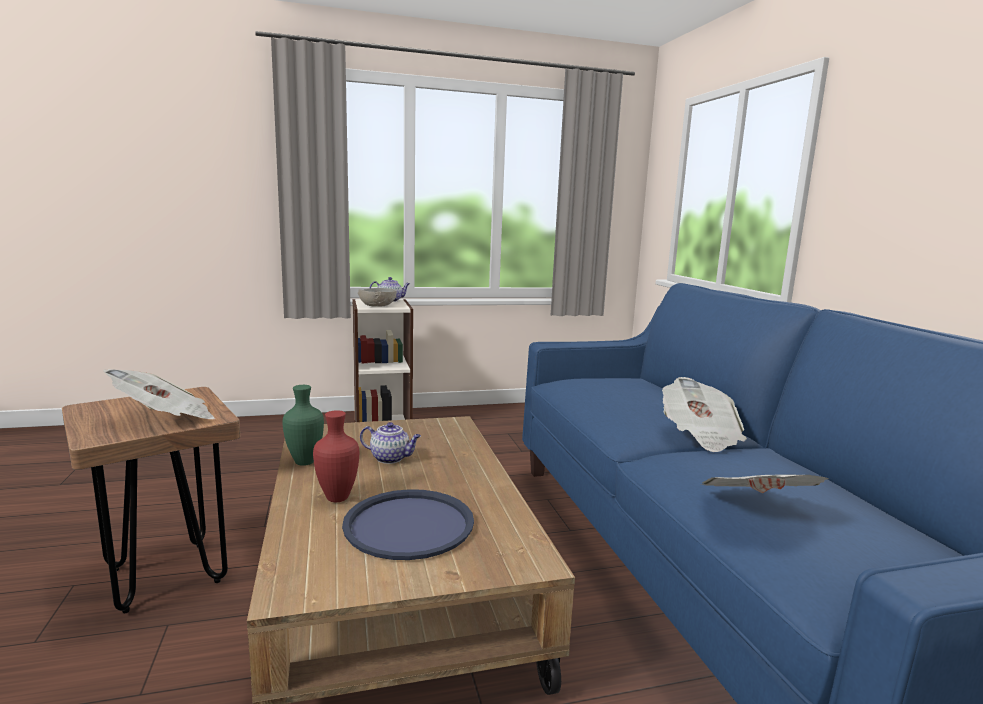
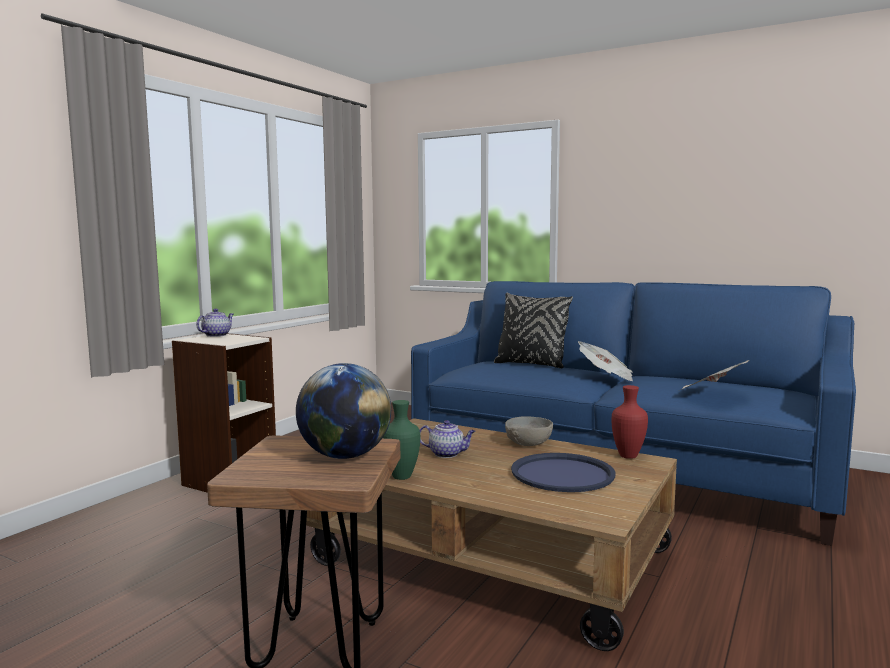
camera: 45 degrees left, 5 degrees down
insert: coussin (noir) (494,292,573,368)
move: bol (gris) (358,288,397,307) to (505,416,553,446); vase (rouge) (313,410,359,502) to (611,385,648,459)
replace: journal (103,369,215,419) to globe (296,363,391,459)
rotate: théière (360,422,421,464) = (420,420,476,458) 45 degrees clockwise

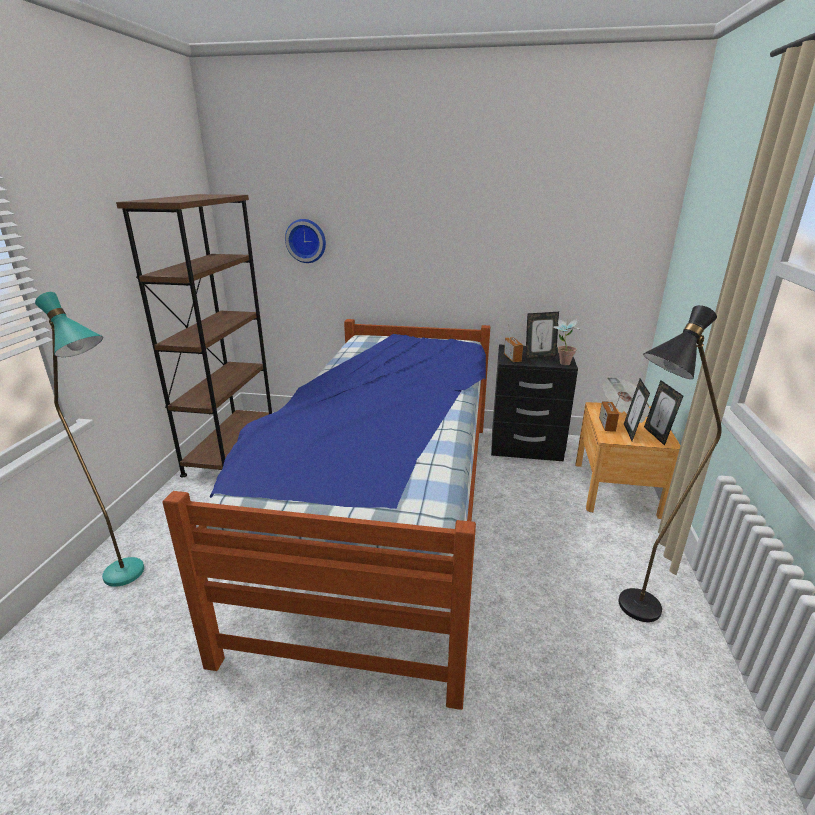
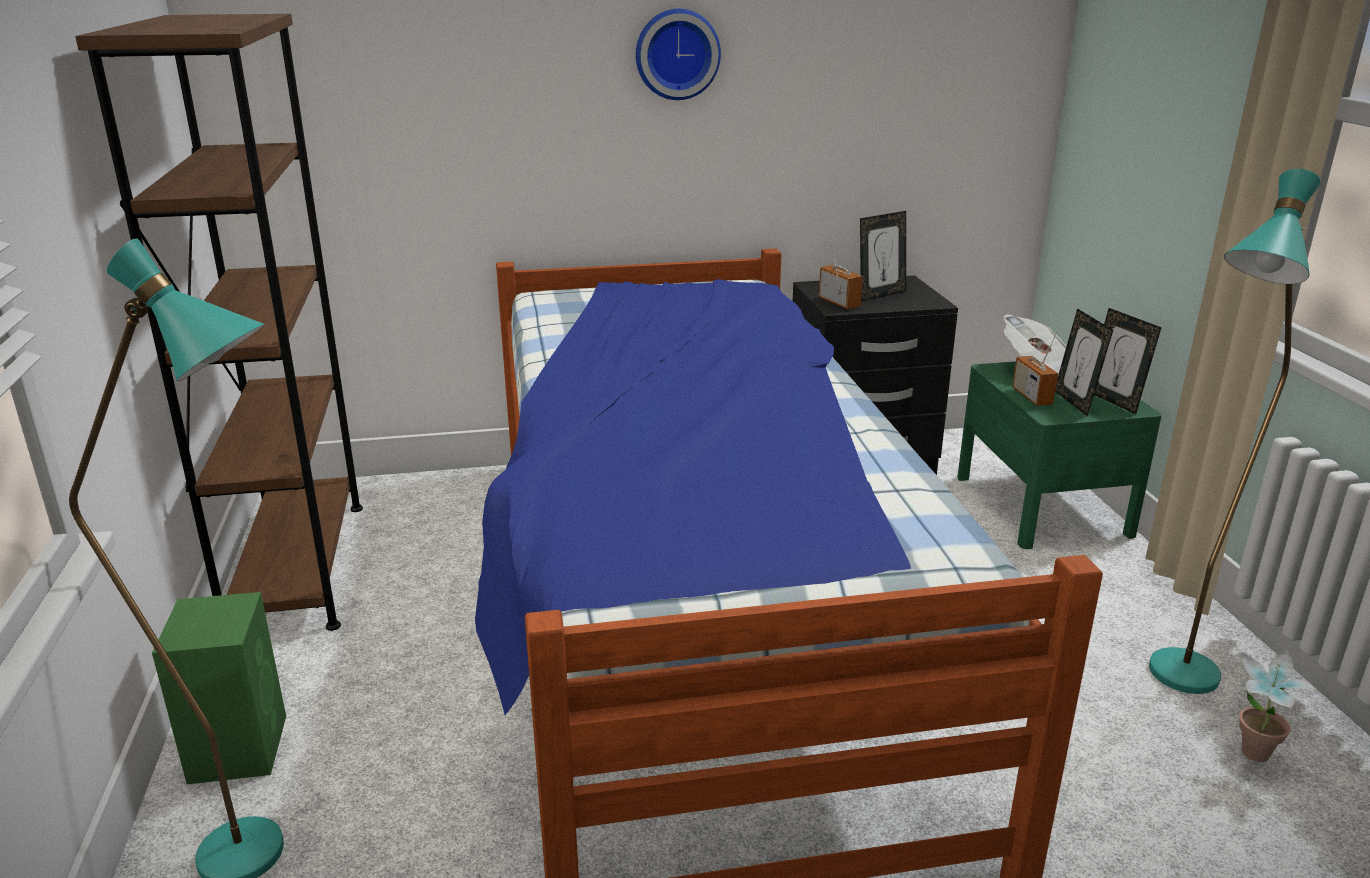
camera: 20 degrees left, 0 degrees up
insert: enceinte (vert) (152,592,286,784)
move: horloge murale (285,219,326,263) to (636,9,721,100); plante en pot (552,318,580,365) to (1239,648,1320,762)
recolor: lampadaire (noir) (619,305,722,622) to lampadaire (turquoise) (1149,169,1320,694); table de chevet (marron) (575,402,681,519) to table de chevet (vert) (957,361,1162,549)

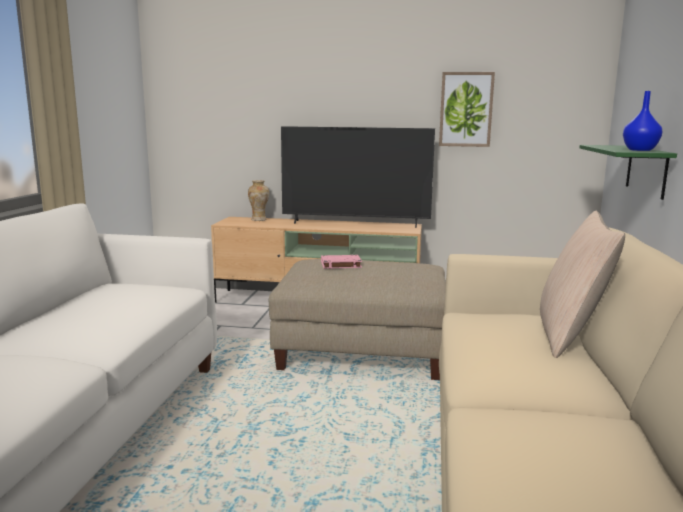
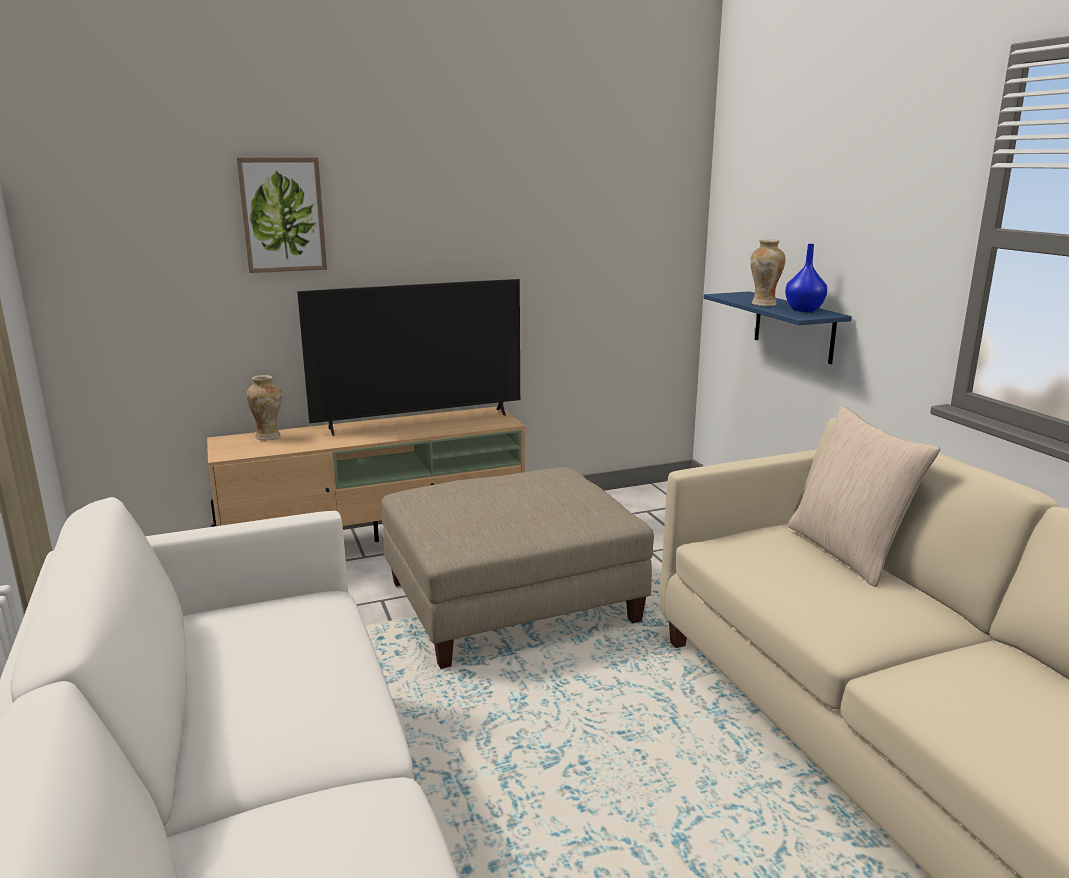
camera: 30 degrees left, 5 degrees up
delete: livre (rose) (321,255,362,269)
insert: vase (750,240,786,306)
move: tableau (439,72,495,147) to (236,158,327,273)
recolor: étagère (vert) (580,145,677,200) to étagère (bleu) (704,291,852,364)

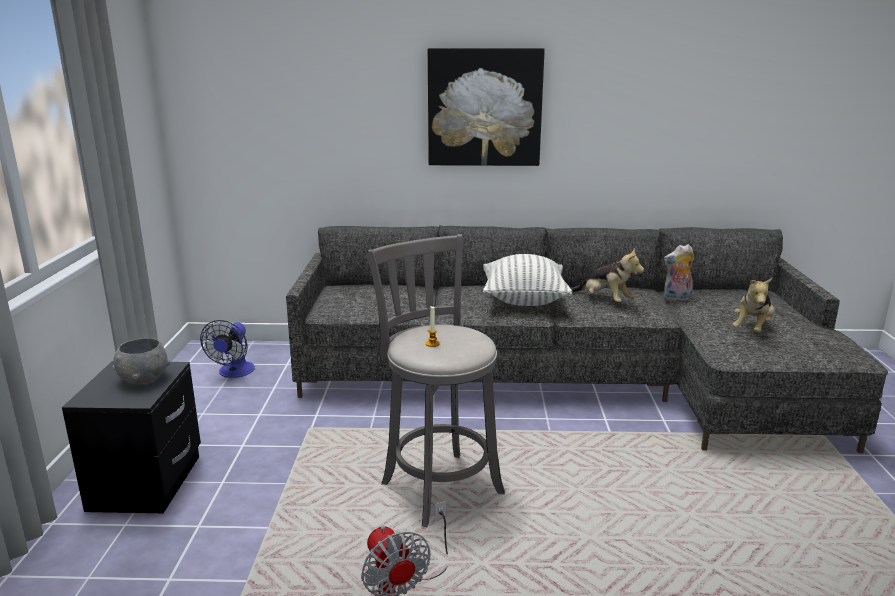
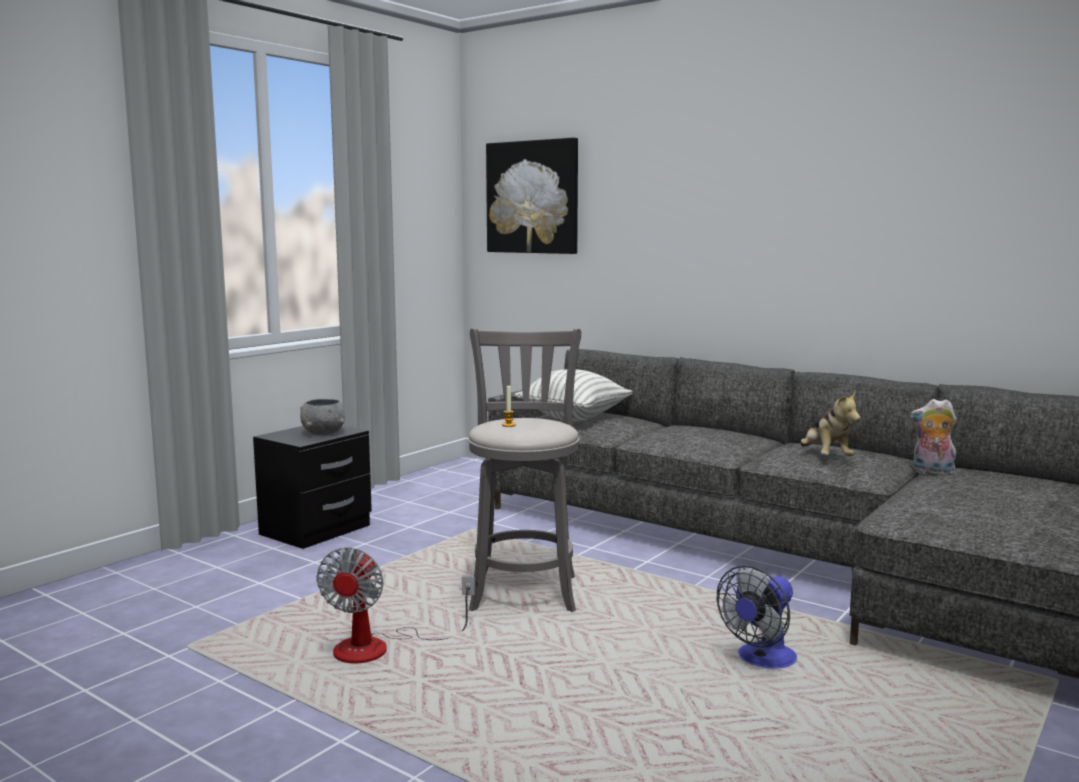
camera: 35 degrees right, 10 degrees down
delete: peluche (733,278,774,333)
move: tableau (428,48,545,166) to (486,138,578,254); coussin (483,254,572,306) to (514,369,633,421); ventilateur (200,320,255,378) to (717,565,797,669)

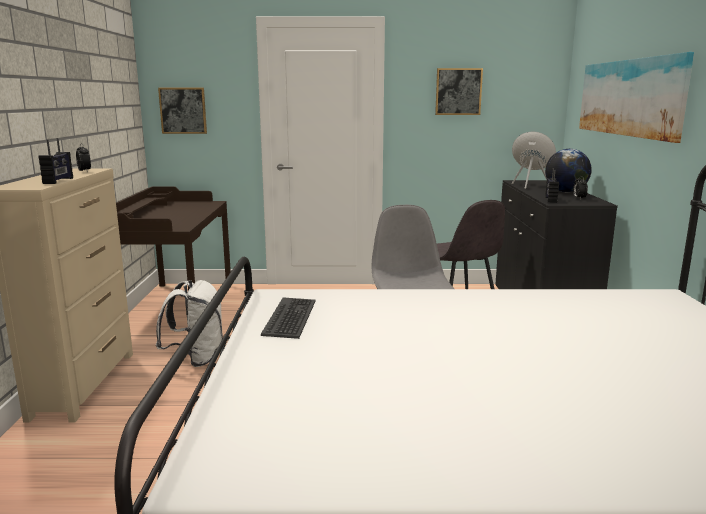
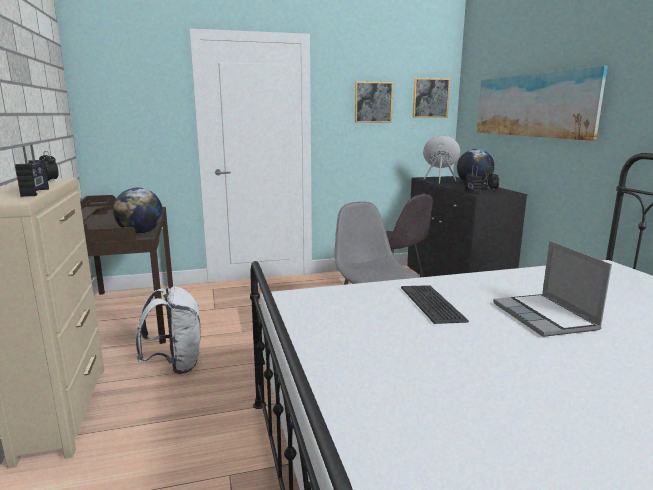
camera: 15 degrees left, 0 degrees up
insert: globe (113,187,163,234); ordinateur portable (493,241,612,337)
move: tableau (158,88,207,134) to (412,78,450,118); clavier (261,298,315,339) to (401,285,469,324)

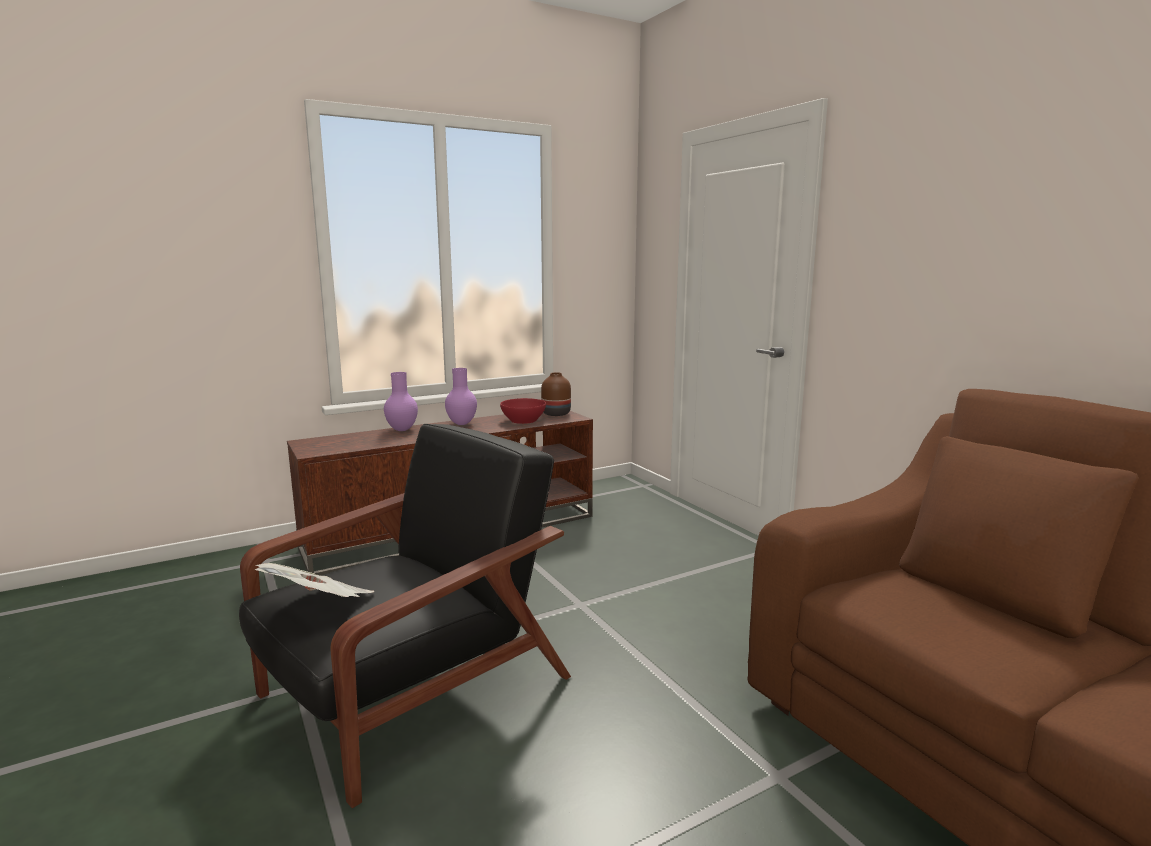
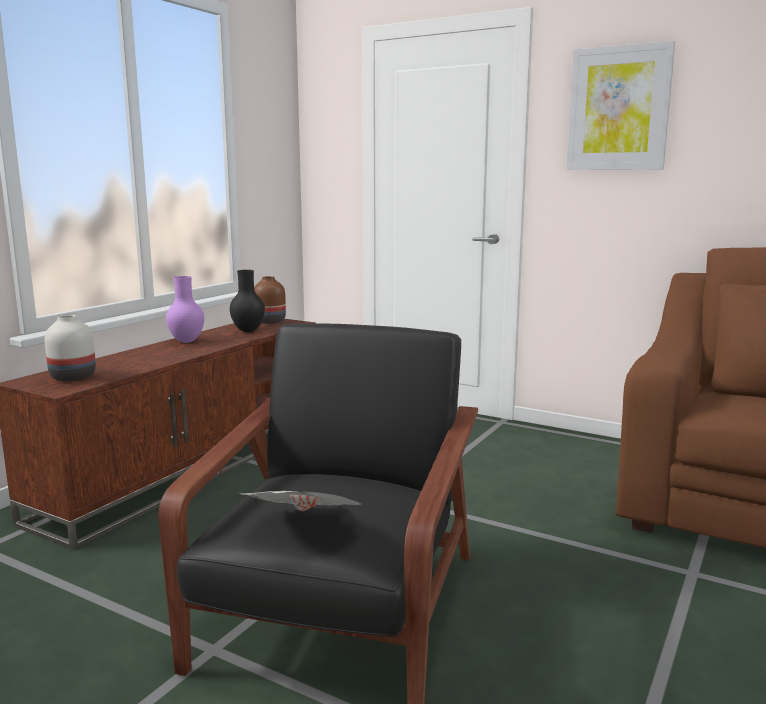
camera: 30 degrees left, 0 degrees up
delete: vase (violet) (384,372,418,431)
insert: tableau (566,41,675,170); vase (blanc) (45,315,96,381)
replace: bol (rouge) (500,398,546,424) to vase (noir) (230,270,265,332)

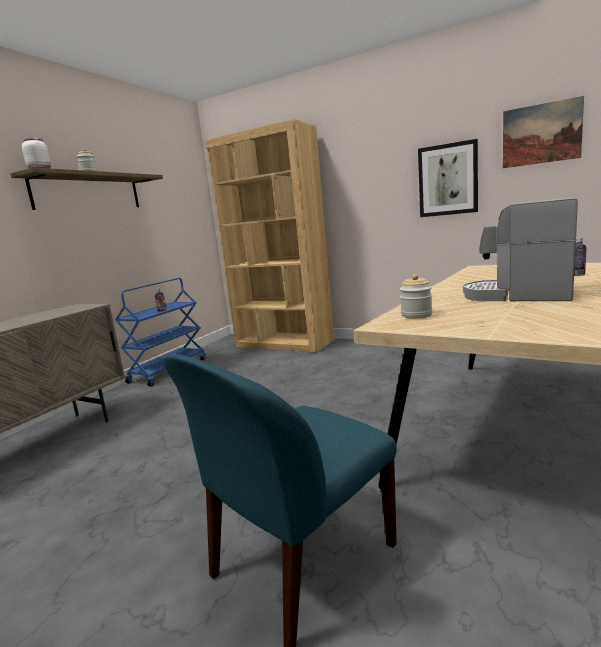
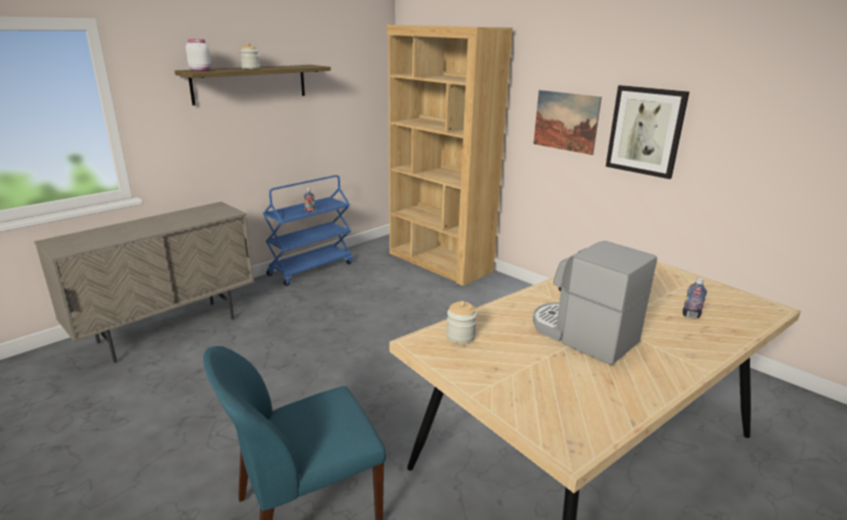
camera: 15 degrees right, 10 degrees up
move: tableau (503,96,584,168) to (533,90,602,155)

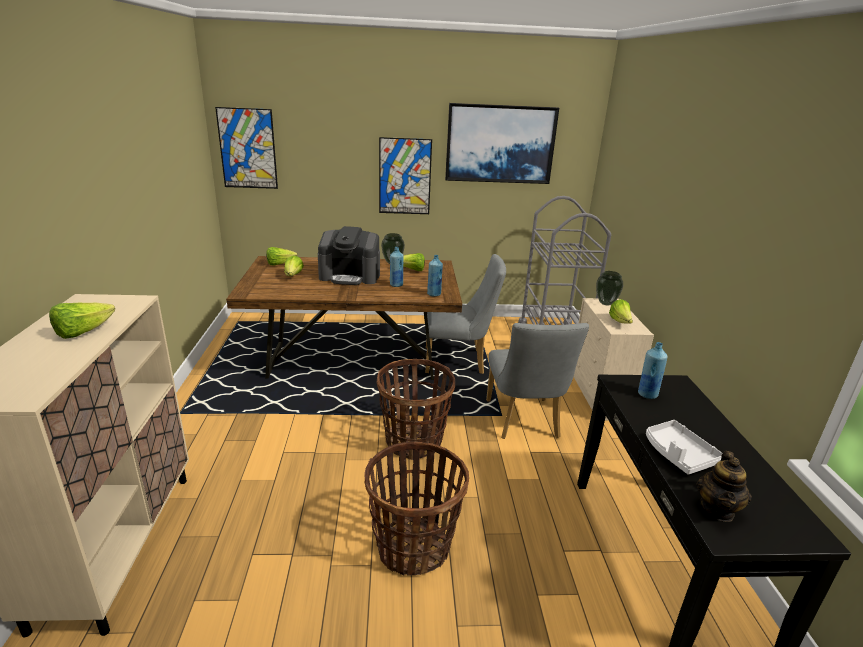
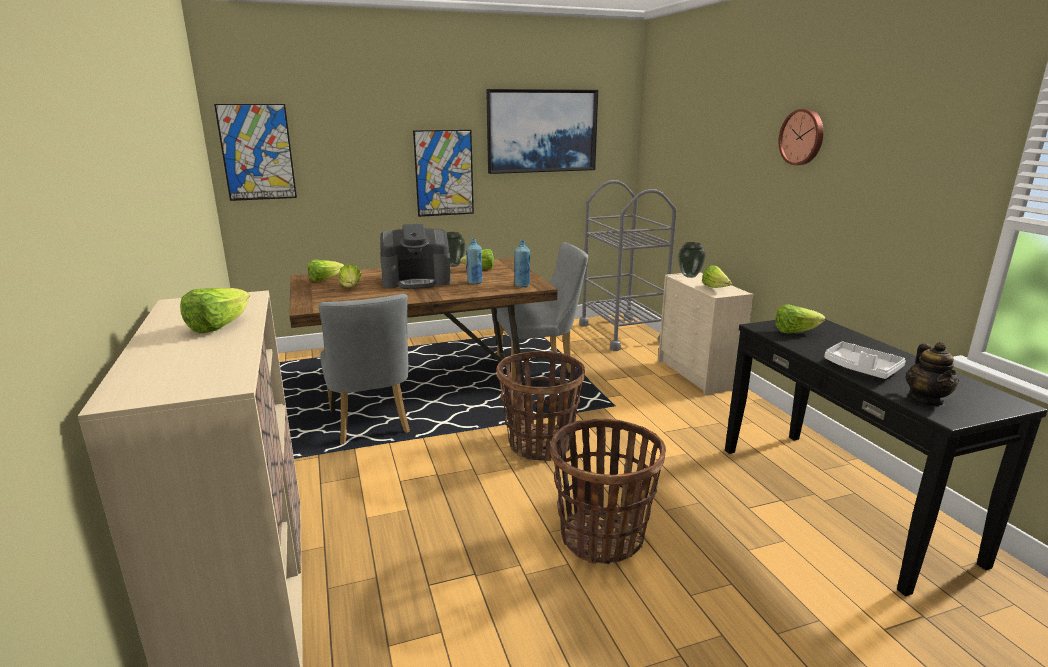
camera: 15 degrees left, 5 degrees down
insert: horloge murale (779,109,824,165)
move: chaise (gris) (486,323,589,439) to (318,294,410,444)
replace: bouteille (bleu) (638,342,668,399) to laitue (775,304,825,333)

